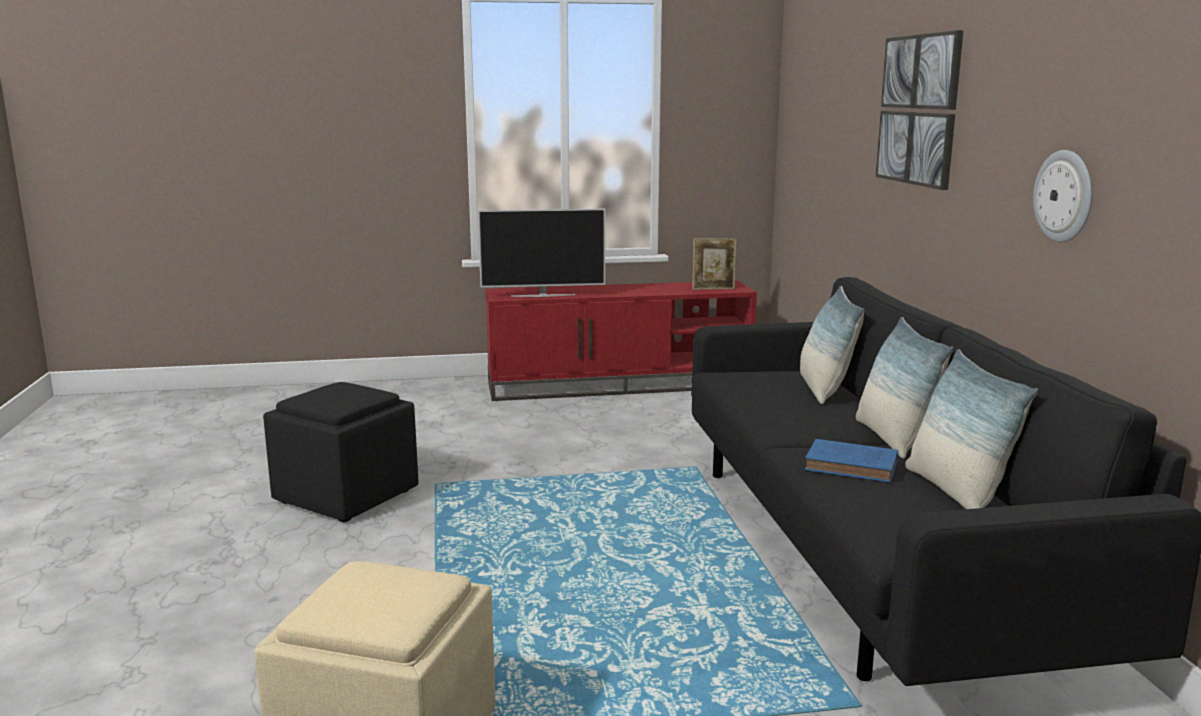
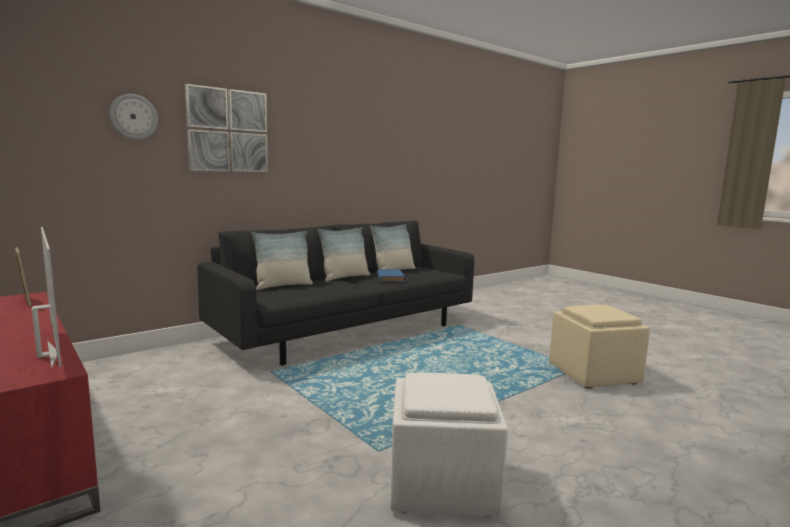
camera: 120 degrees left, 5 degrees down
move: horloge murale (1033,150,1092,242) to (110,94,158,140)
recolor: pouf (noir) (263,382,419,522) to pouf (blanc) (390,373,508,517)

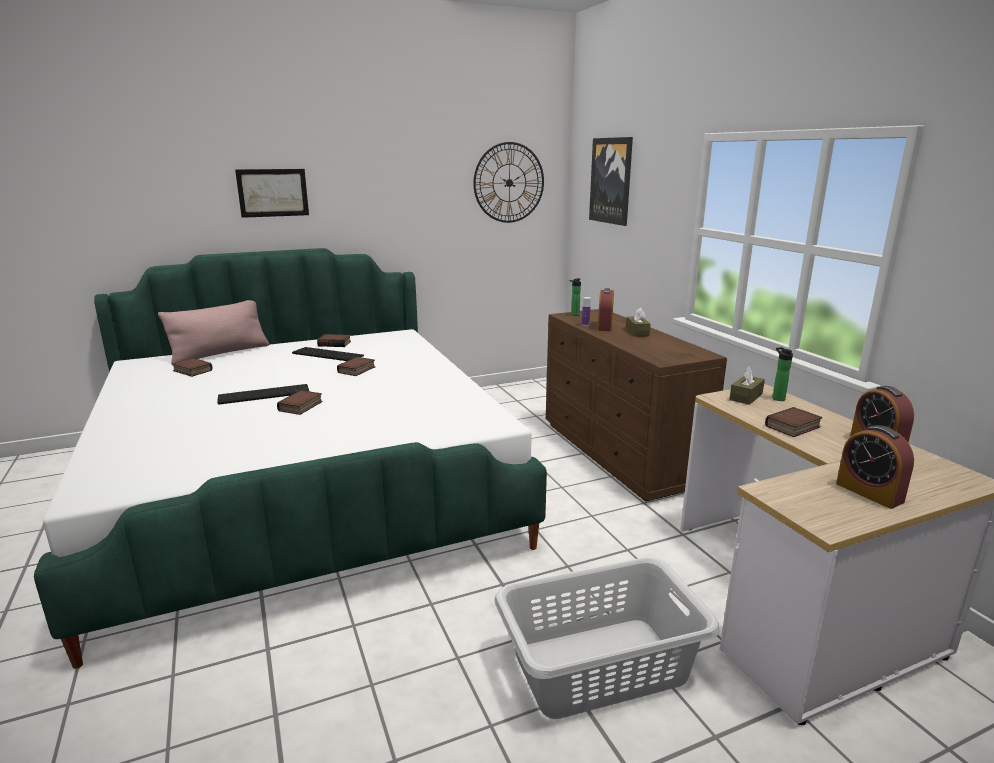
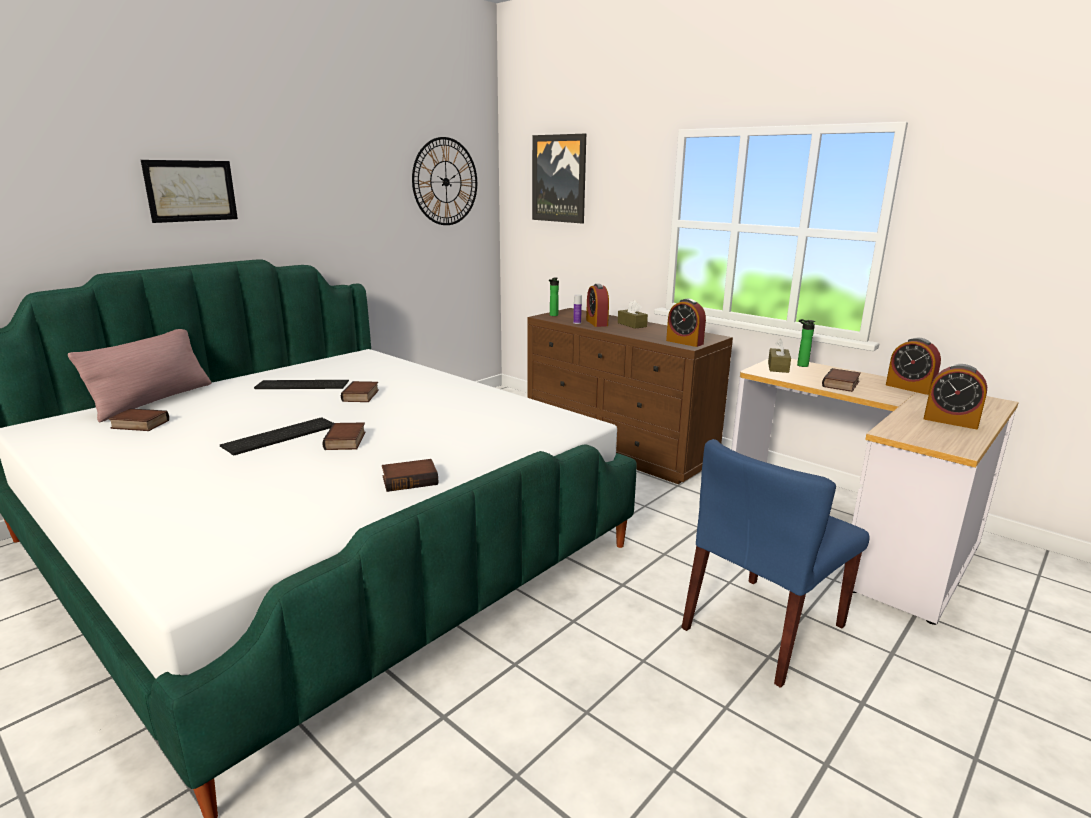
camera: 25 degrees left, 0 degrees up
insert: réveil (666,299,706,347)
move: livre (317,334,351,347) to (382,459,438,492)
replace: panier à linge (gris) (494,557,720,719) to chaise (bleu) (681,439,870,688)

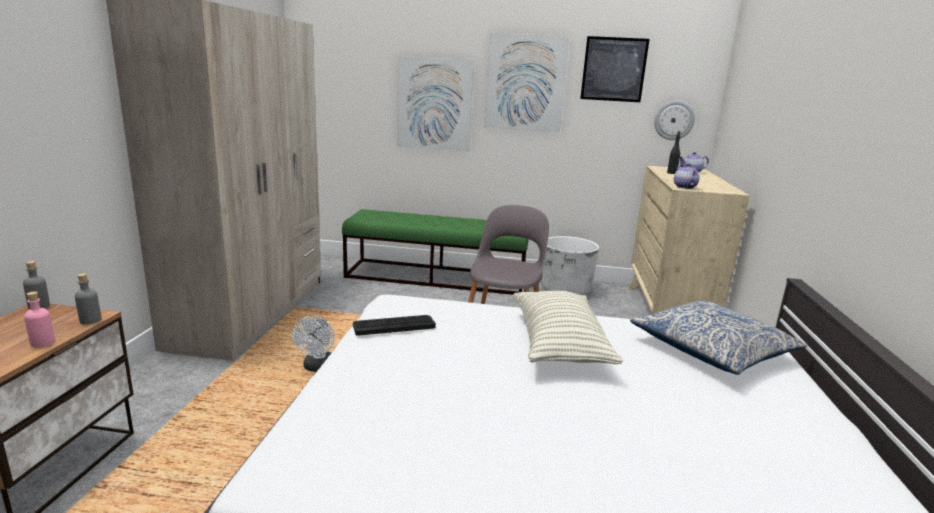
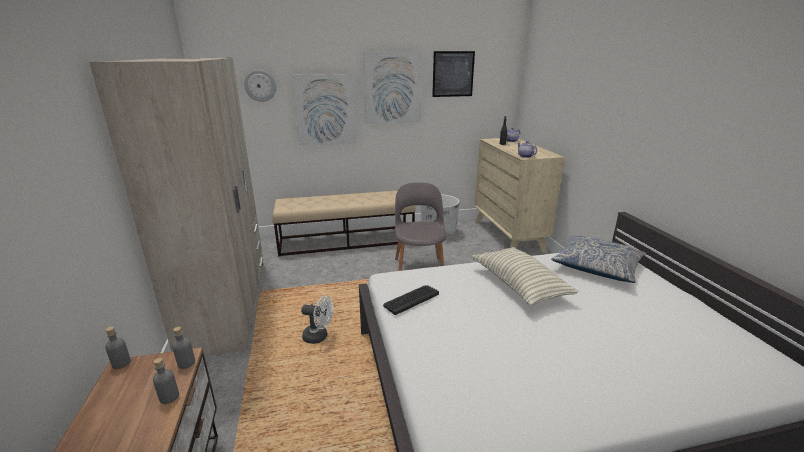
camera: 20 degrees left, 5 degrees up
move: horloge murale (654,101,695,140) to (244,70,276,102)
recolor: banc (vert) (342,209,529,295) to banc (beige) (272,190,416,256); bouteille (rose) (24,291,55,347) to bouteille (gris) (153,358,179,404)
rotate: ventilateur (blanc) (292,316,335,372) = (301,296,333,344) 60 degrees counterclockwise

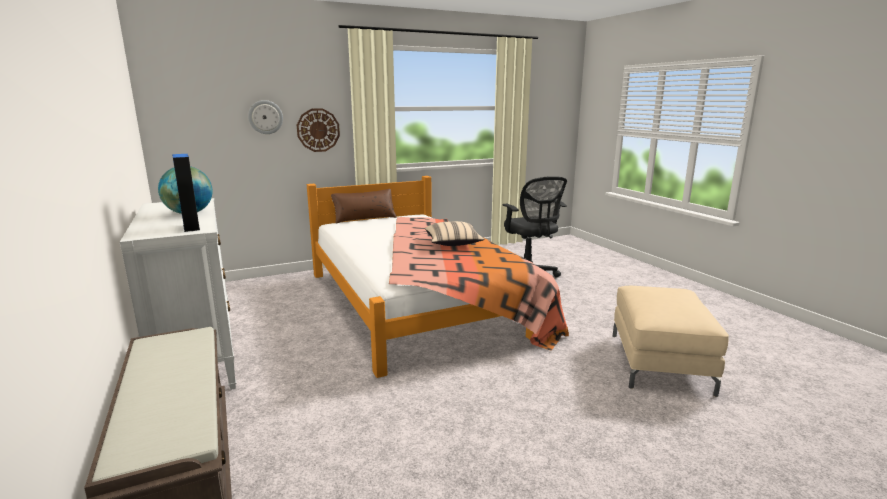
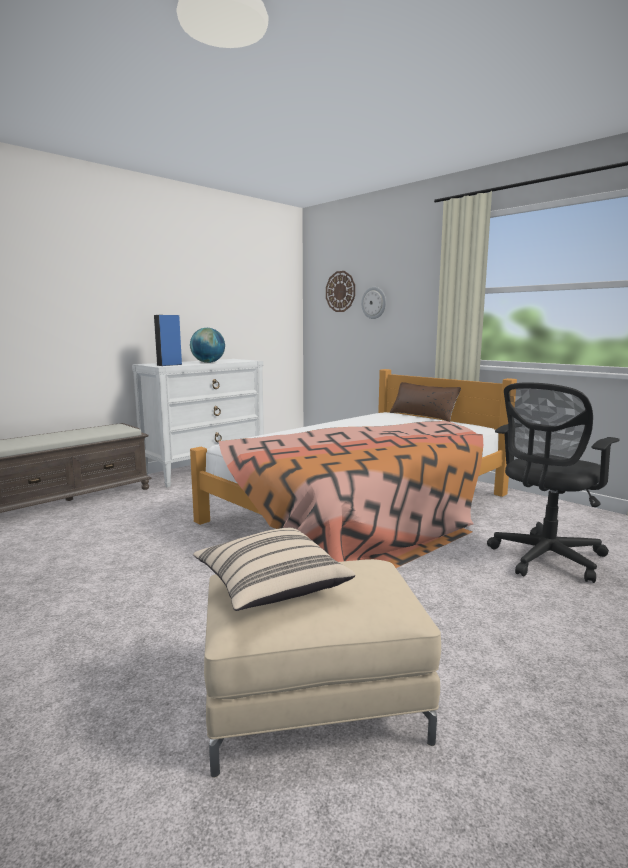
camera: 70 degrees right, 5 degrees down
move: horloge murale (297,109,340,152) to (326,271,355,312); coussin (beige) (425,221,485,246) to (193,528,355,611)

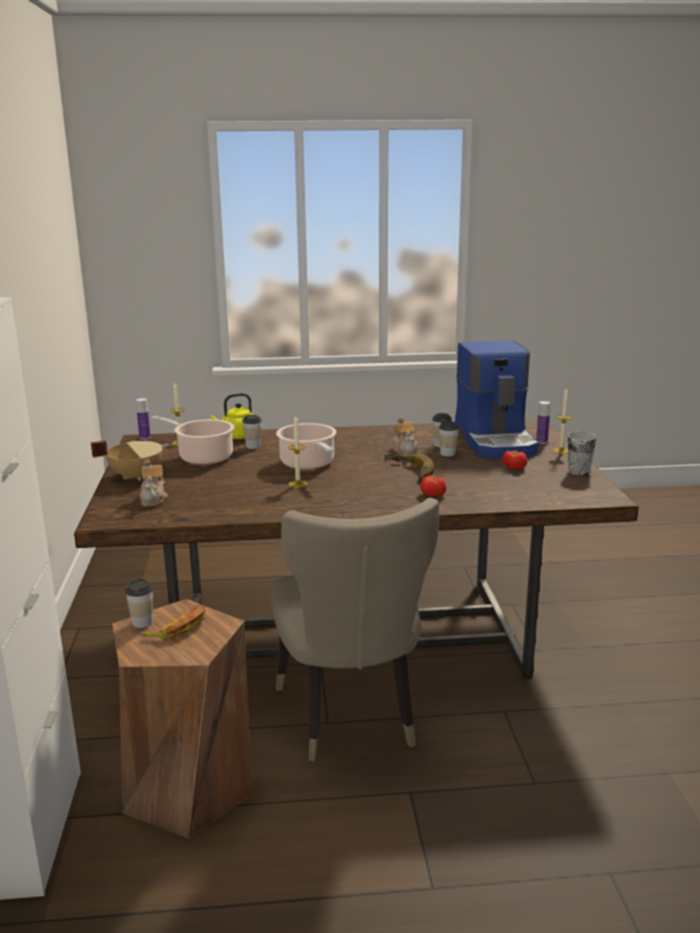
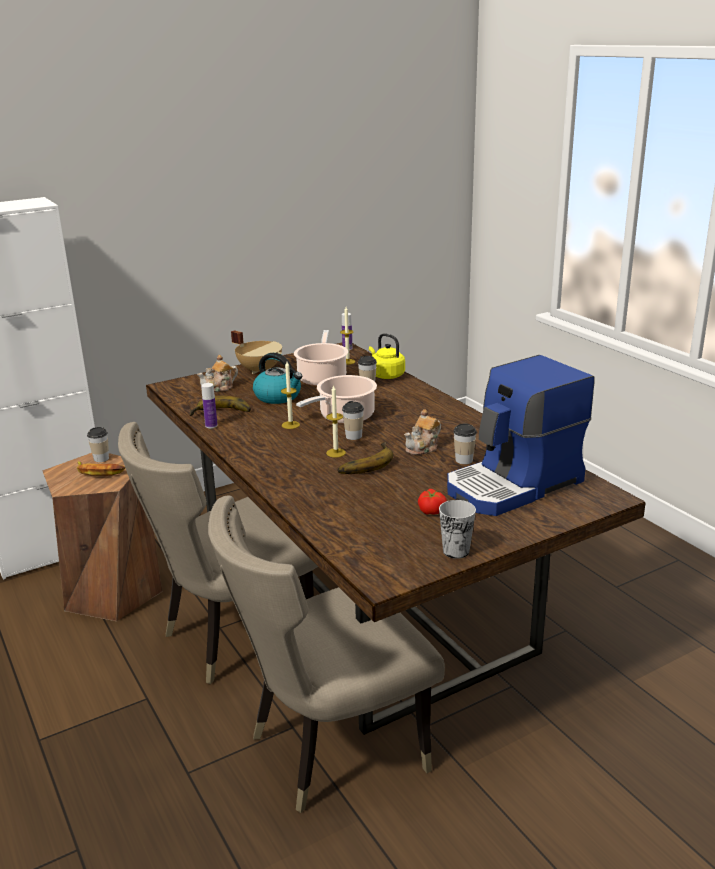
camera: 65 degrees right, 5 degrees up
delete: tomate (420,475,446,496)
insert: bouilloire (253,353,302,404); banane (189,396,251,416); chaise (beige) (208,496,445,813)
move: bougie (552,387,572,454) to (326,385,346,457); bouteille (536,401,550,444) to (201,383,218,428); tasse (439,421,459,457) to (342,401,364,440)

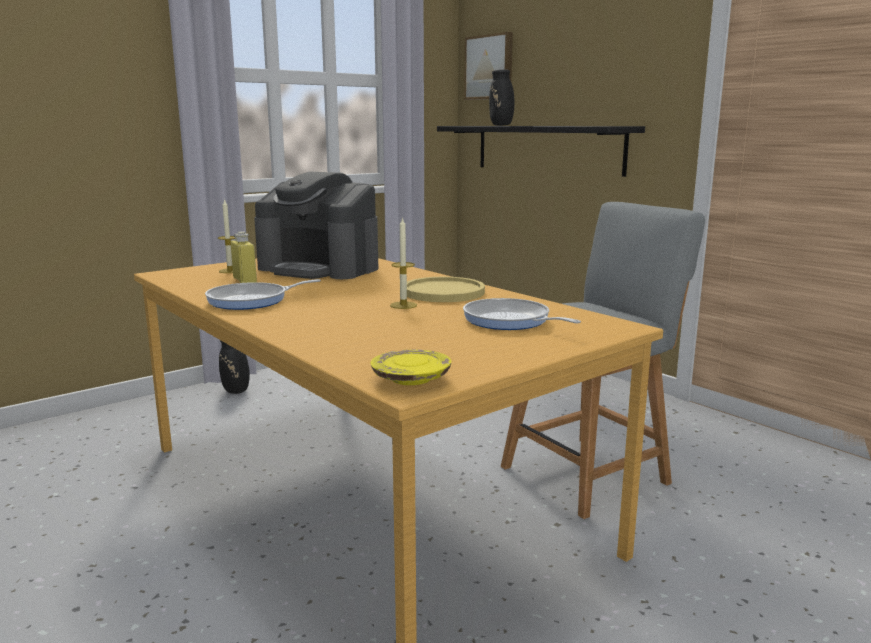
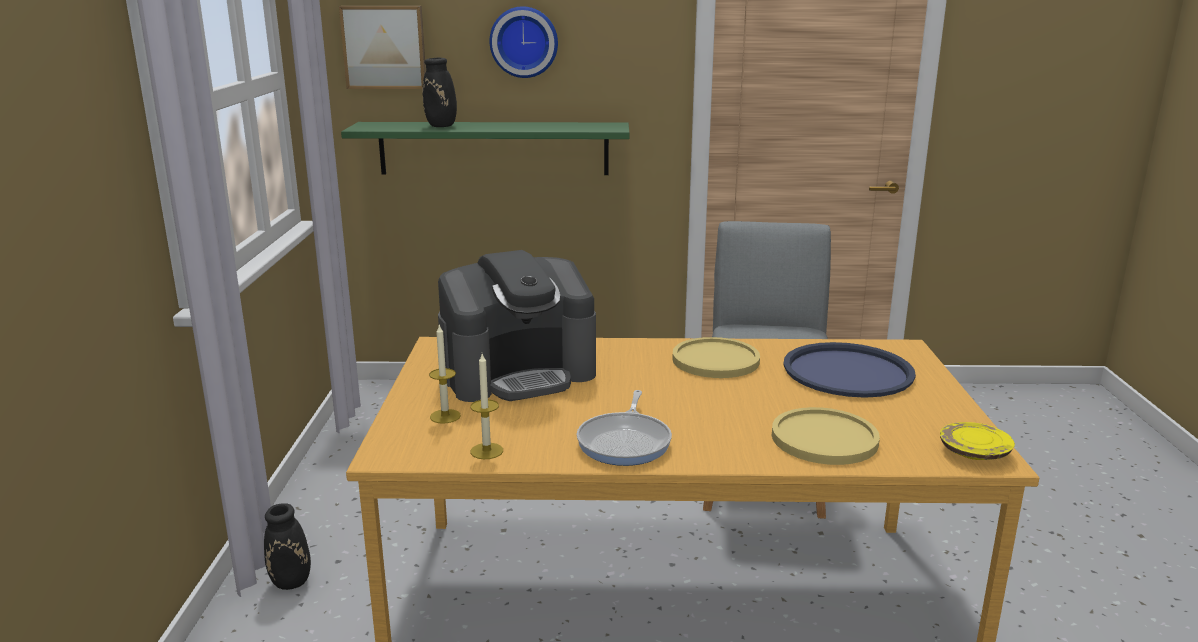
camera: 50 degrees left, 5 degrees up
delete: bouteille (jaune) (231,232,257,283)
insert: horloge murale (490,6,558,78); assiette (jaune) (772,407,880,465)
move: bougie (390,217,417,309) to (471,354,503,459)
replace: poêle (463,298,581,330) to plateau (bleu) (783,342,916,398)
recolor: étagère (noir) (437,126,645,177) to étagère (vert) (341,122,630,175)

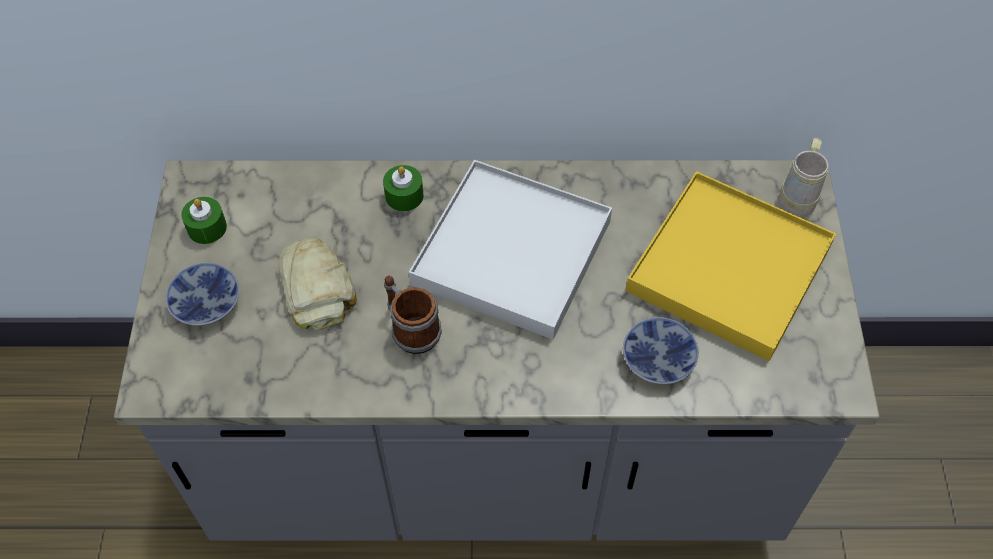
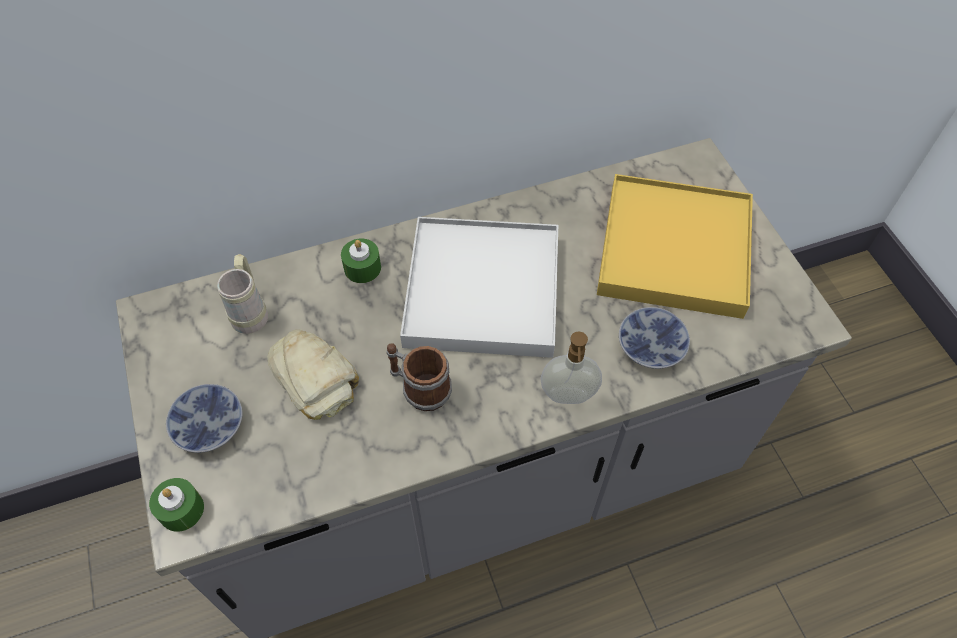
camera: 20 degrees left, 0 degrees up
insert: distributeur de savon (540,331,602,404)
move: mug (beige) (778,138,829,217) to (217,254,268,334); bougie (vert) (181,197,227,244) to (149,478,204,532)

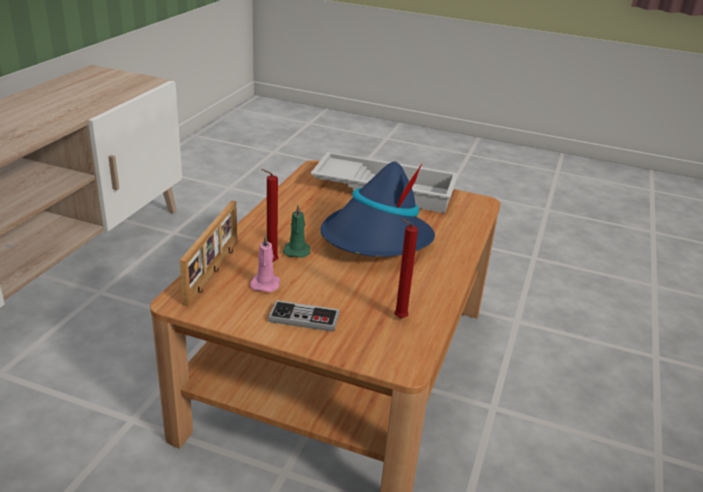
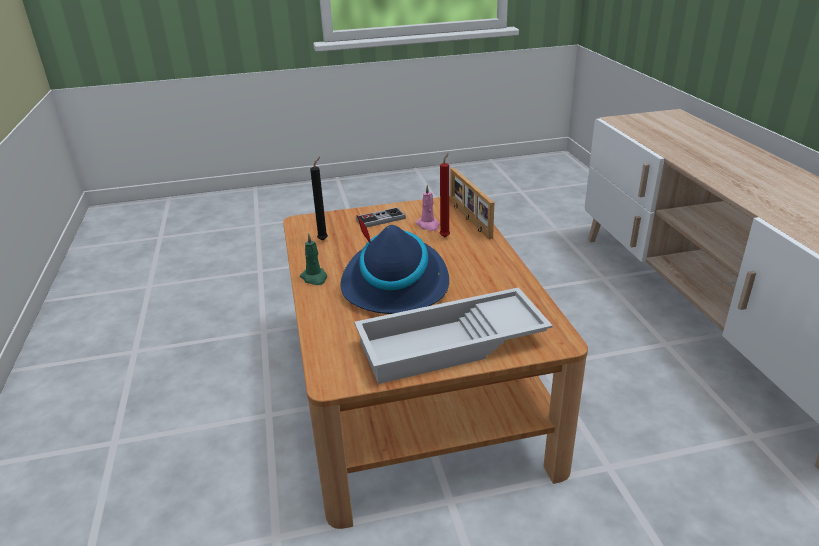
camera: 150 degrees right, 0 degrees up
move: bougie (vert) (283,203,310,258) to (300,233,327,285)
recolor: bougie (rouge) (394,219,418,318) to bougie (noir) (310,157,328,240)

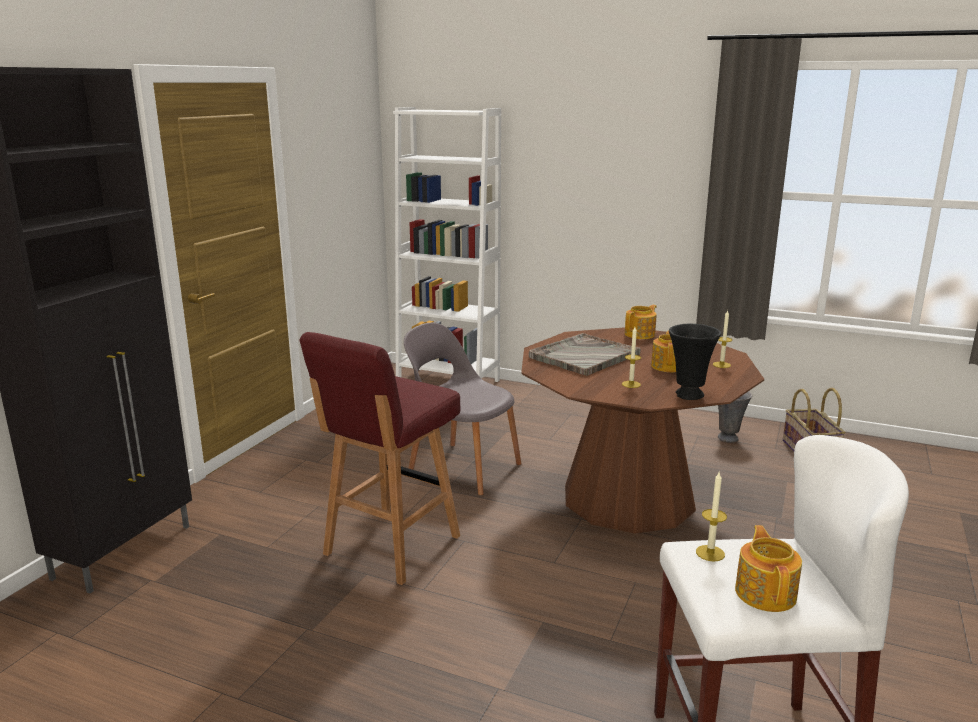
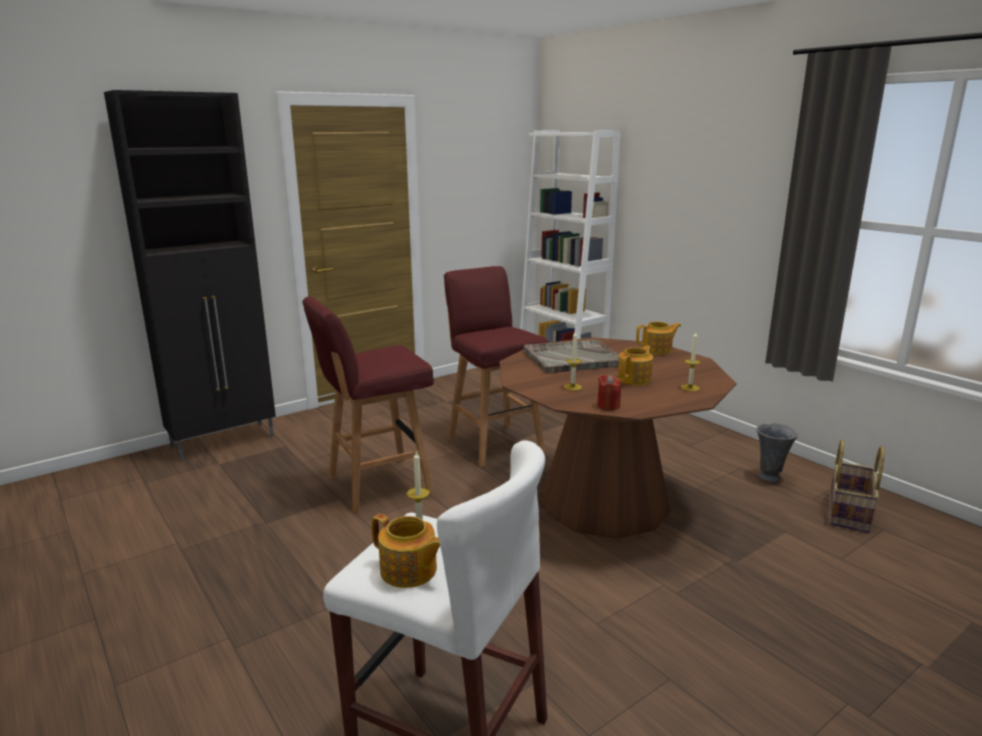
camera: 30 degrees right, 0 degrees up
replace: chaise (gris) (404,323,521,496) to tabouret (rouge) (444,266,549,467); vase (noir) (669,324,721,400) to bougie (rouge) (597,374,622,411)
rotate: théière (735,525,802,612) = (372,514,440,588) 90 degrees clockwise

